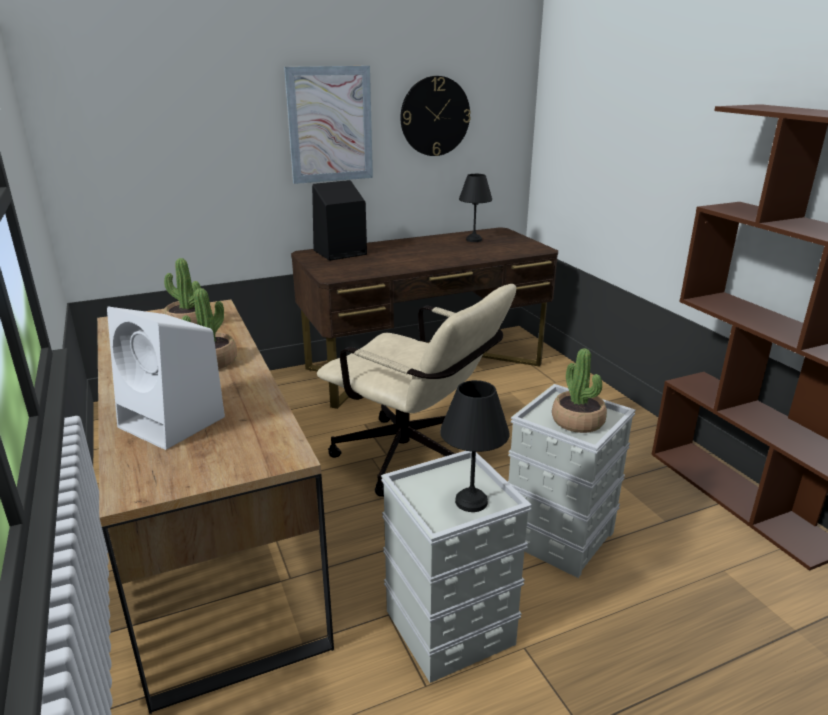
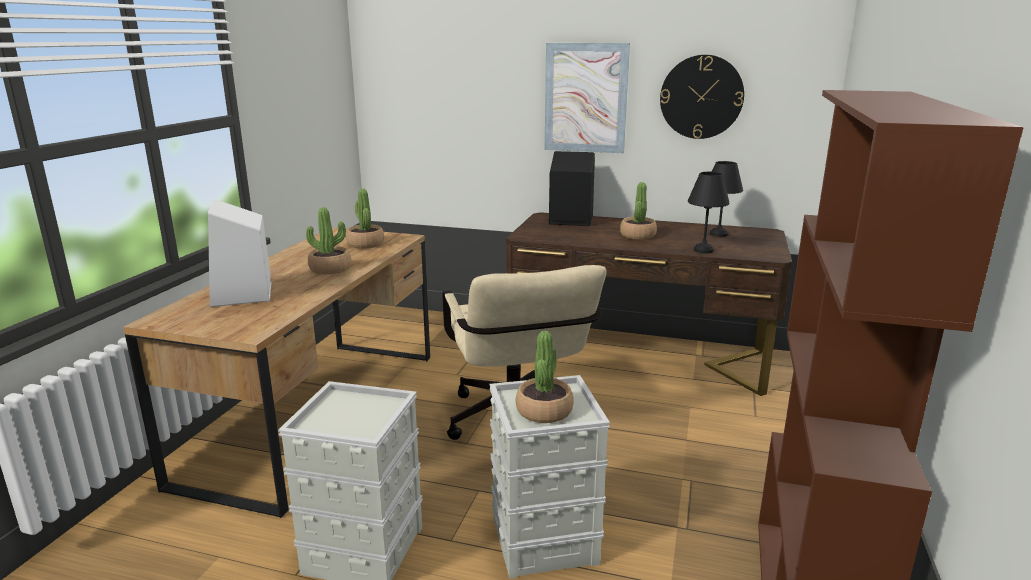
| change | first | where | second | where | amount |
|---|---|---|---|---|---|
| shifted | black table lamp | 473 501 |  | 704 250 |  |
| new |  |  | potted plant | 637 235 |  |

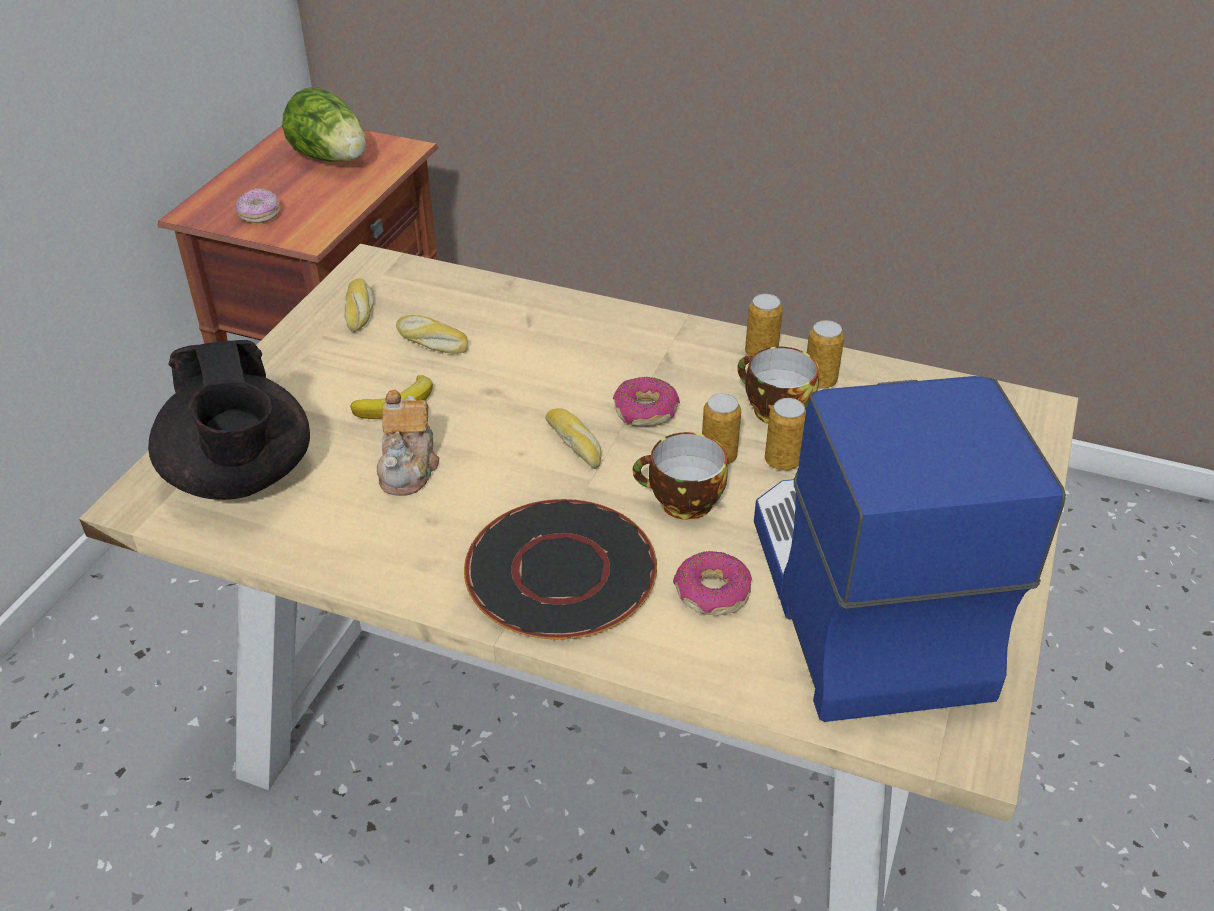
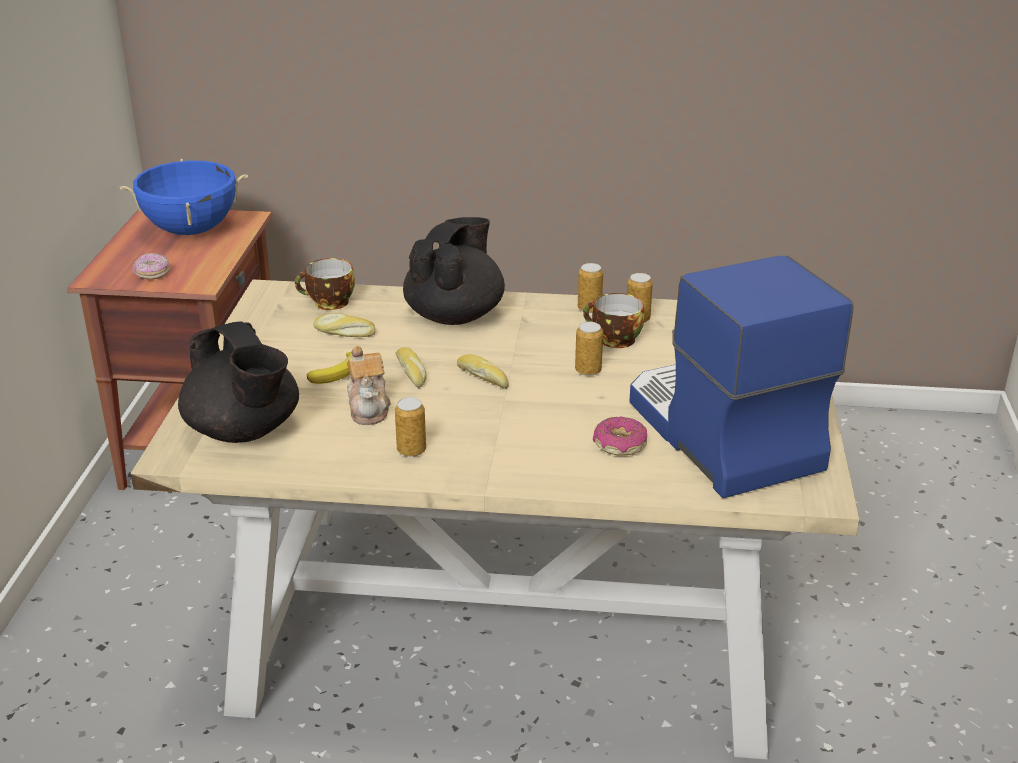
| change | first | where | second | where | amount |
|---|---|---|---|---|---|
| swapped | lettuce | 332 159 | blue cooking pot | 191 230 |  |
| shifted | bread | 360 311 |  | 412 373 |  |
| gone | donut | 646 411 |  |  |  |
| shifted | can | 782 461 |  | 411 450 |  |
| shifted | cup | 681 503 |  | 328 303 |  |
| gone | black plate | 561 570 |  |  |  |
| new |  |  | black teapot | 455 315 |  |

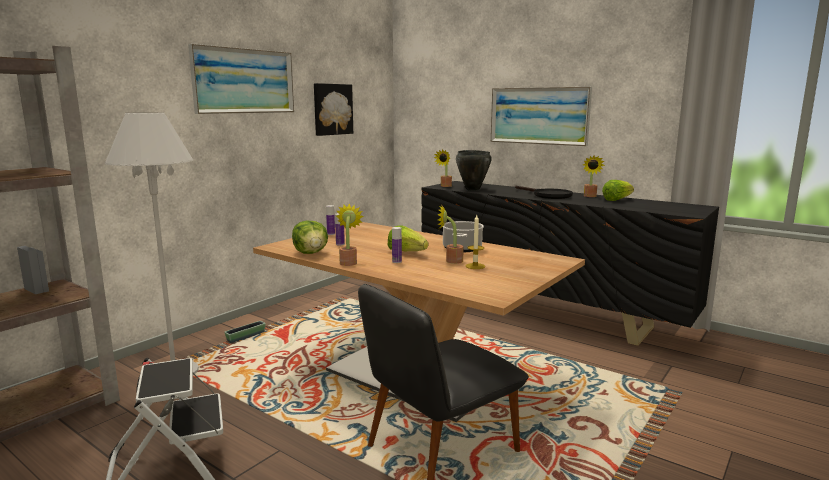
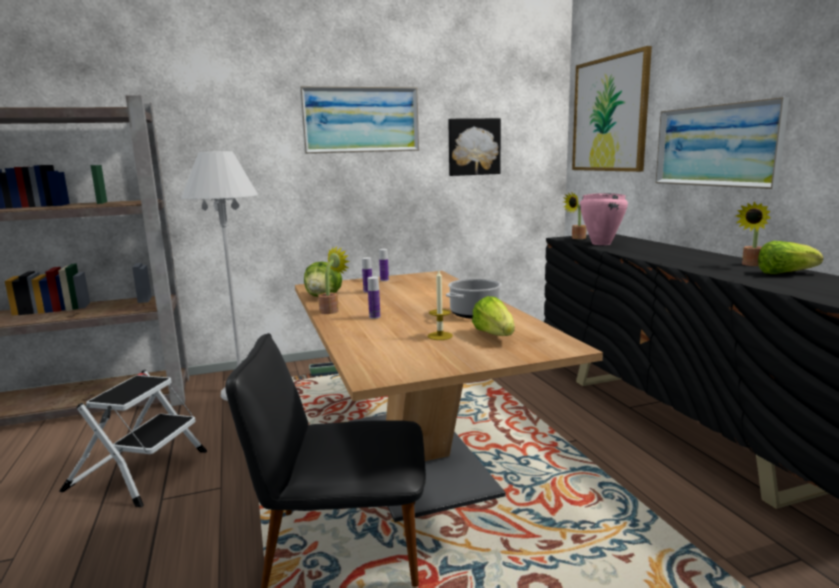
| change | first | where | second | where | amount |
|---|---|---|---|---|---|
| repainted | black cooking pot | 472 189 | pink cooking pot | 601 244 |  |
| gone | black frying pan | 547 195 |  |  |  |
| gone | potted plant | 450 261 |  |  |  |
| shifted | lettuce | 406 252 |  | 494 335 |  |
| new |  |  | picture | 609 115 |  |

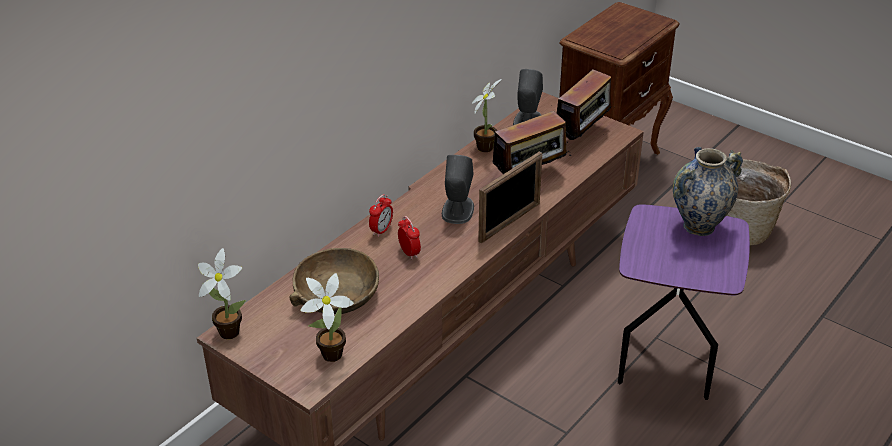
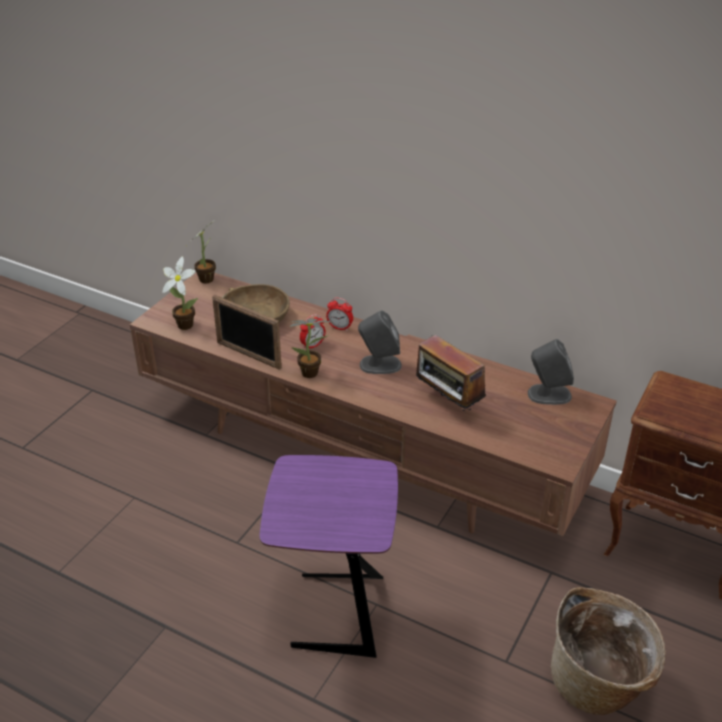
| change | first | where | second | where | amount |
|---|---|---|---|---|---|
| gone | radio | 582 136 |  |  |  |
| shifted | potted plant | 486 146 |  | 312 373 |  |
| gone | vase | 698 226 |  |  |  |
| shifted | picture frame | 510 222 |  | 248 355 |  |

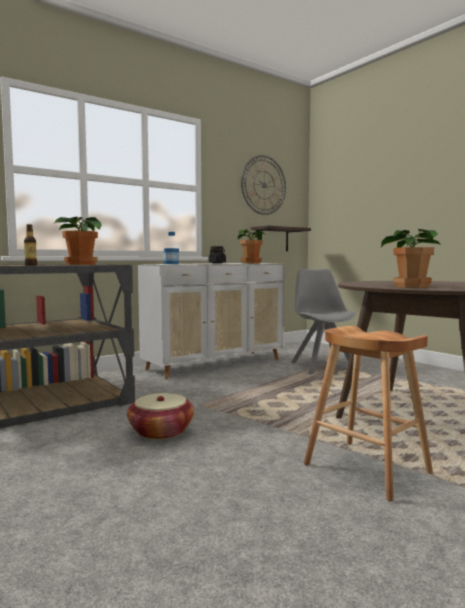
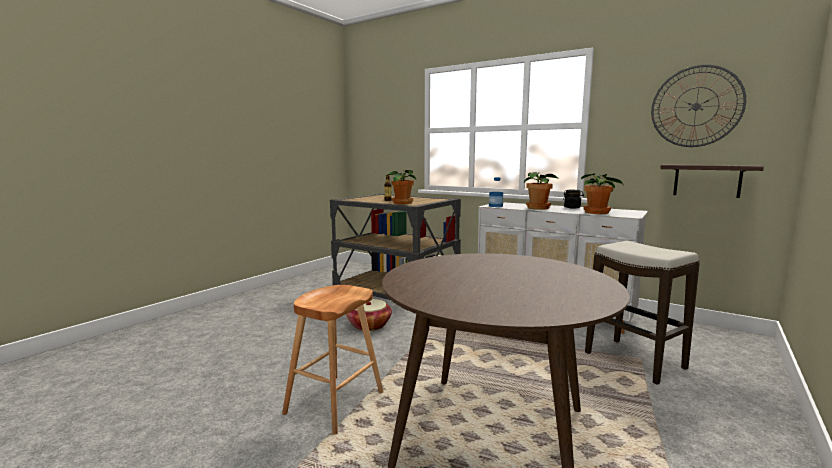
| change | first | where | second | where | amount |
|---|---|---|---|---|---|
| shifted | potted plant | 411 286 |  | 538 208 |  |
| swapped | grey chair | 323 366 | stool | 634 361 |  |

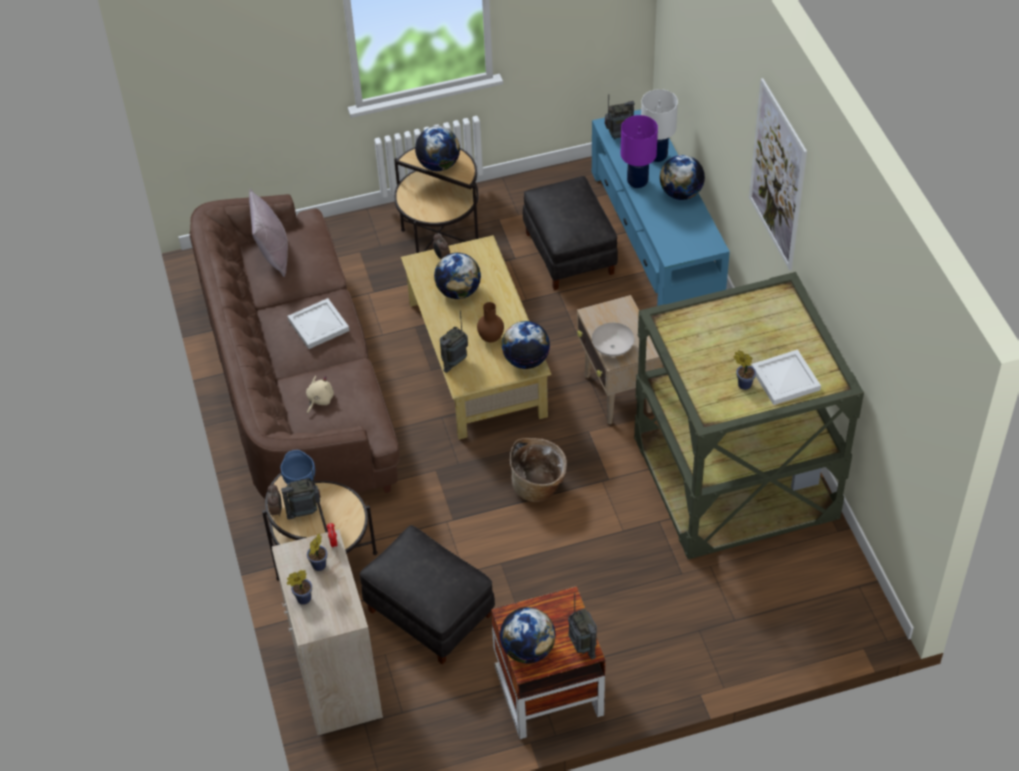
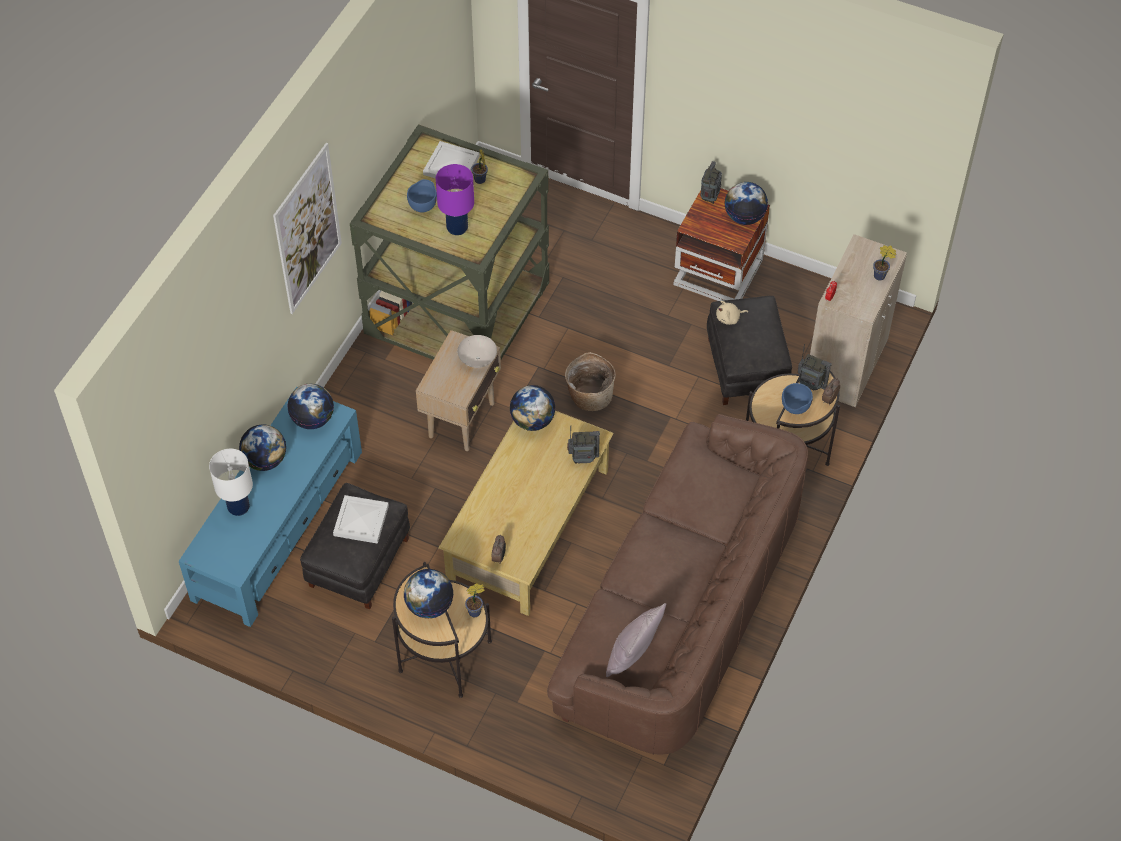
| change | first | where | second | where | amount |
|---|---|---|---|---|---|
| gone | radio | 619 135 |  |  |  |
| shifted | purple table lamp | 637 182 |  | 457 229 |  |
| shifted | globe | 458 292 |  | 313 419 |  |
| shifted | white tray | 319 324 |  | 360 521 |  |
| gone | brown vase | 491 339 |  |  |  |
| shifted | beige plush toy | 319 400 |  | 729 318 |  |
| shifted | potted plant | 318 567 |  | 476 611 |  |
| new |  |  | blue bowl | 423 206 |  |

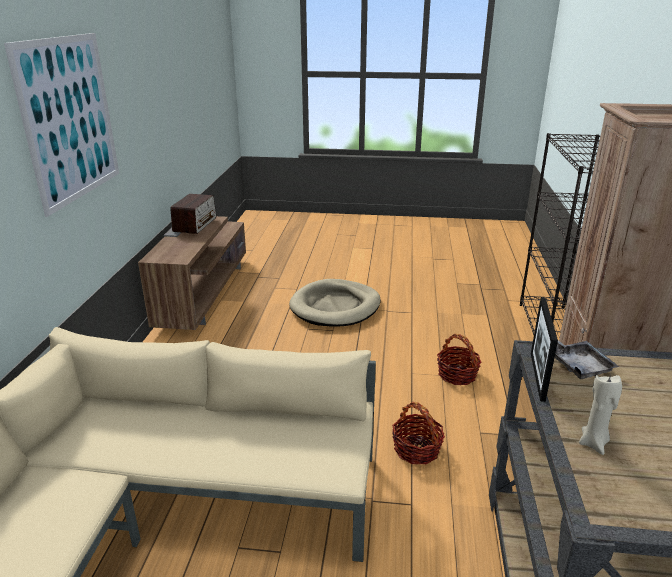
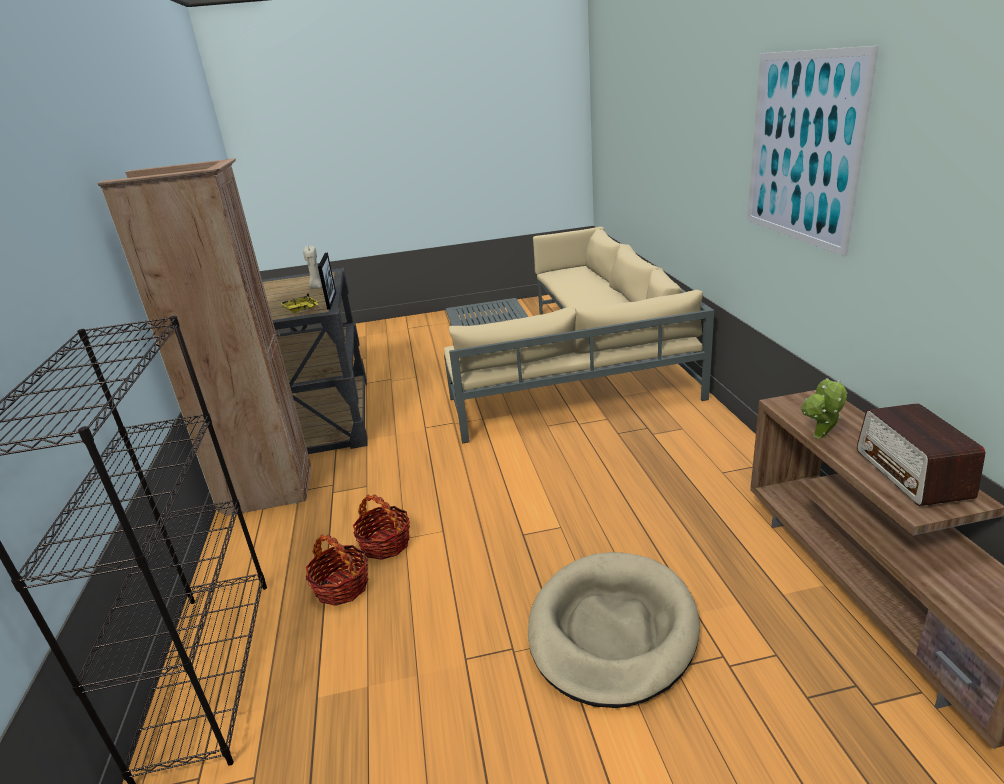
| change | first | where | second | where | amount |
|---|---|---|---|---|---|
| repainted | grey tray | 578 365 | yellow tray | 301 310 |  |
| shifted | basket | 416 449 |  | 341 587 |  |
| new |  |  | potted plant | 820 438 |  |

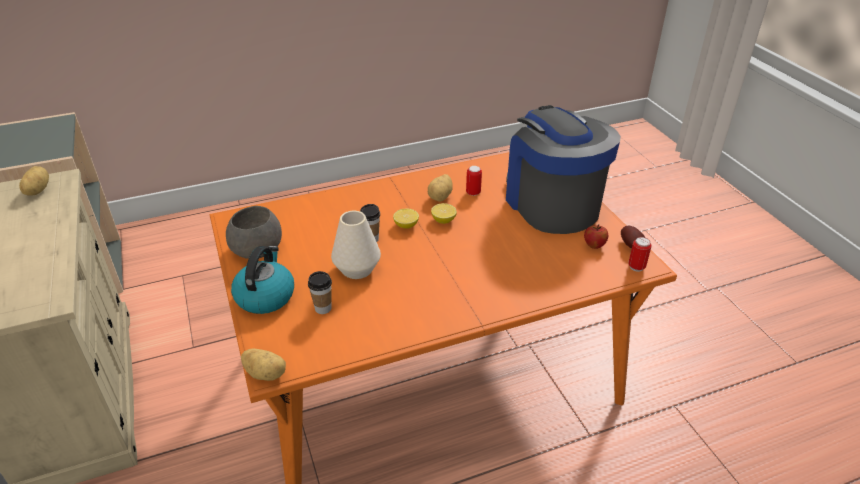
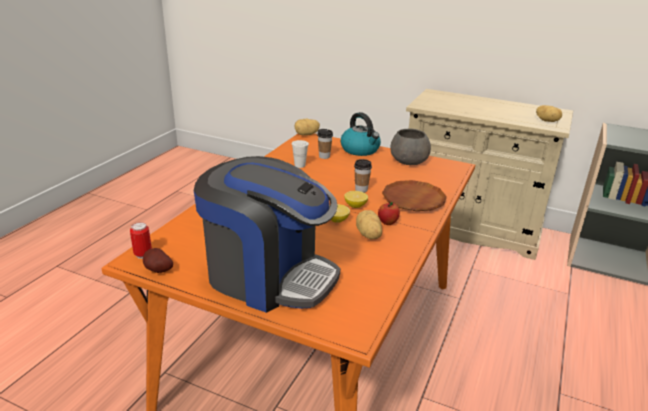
| change | first | where | second | where | amount |
|---|---|---|---|---|---|
| gone | can | 473 192 |  |  |  |
| gone | white vase | 357 269 |  |  |  |
| shifted | apple | 594 245 |  | 387 222 |  |
| new |  |  | white cup | 299 165 |  |
| new |  |  | brown plate | 413 200 |  |

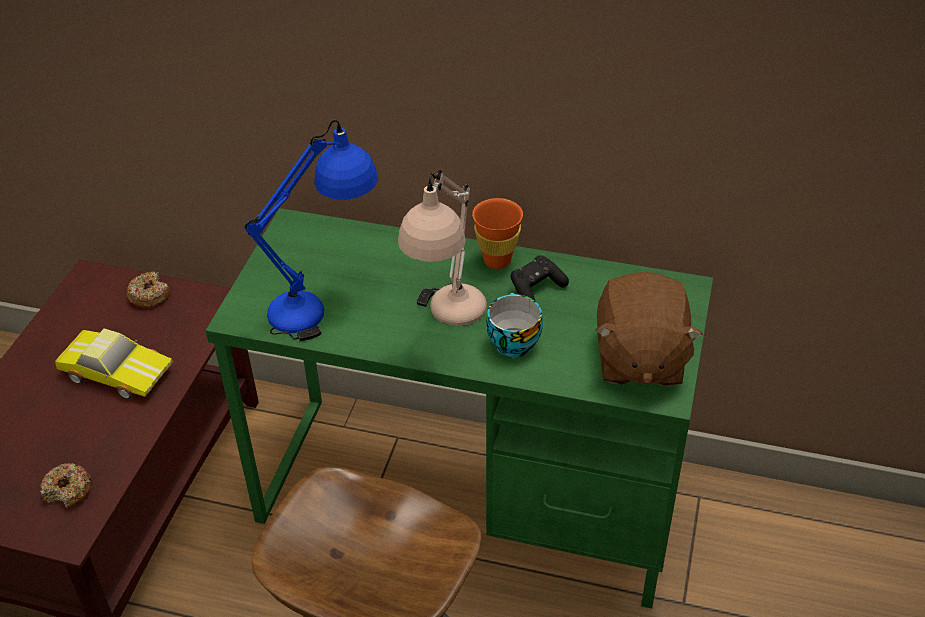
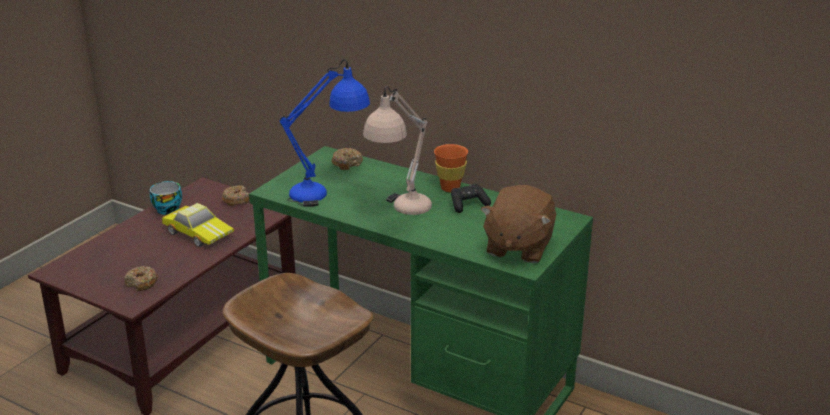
| change | first | where | second | where | amount |
|---|---|---|---|---|---|
| shifted | cup | 512 341 |  | 167 208 |  |
| new |  |  | donut | 347 163 |  |

